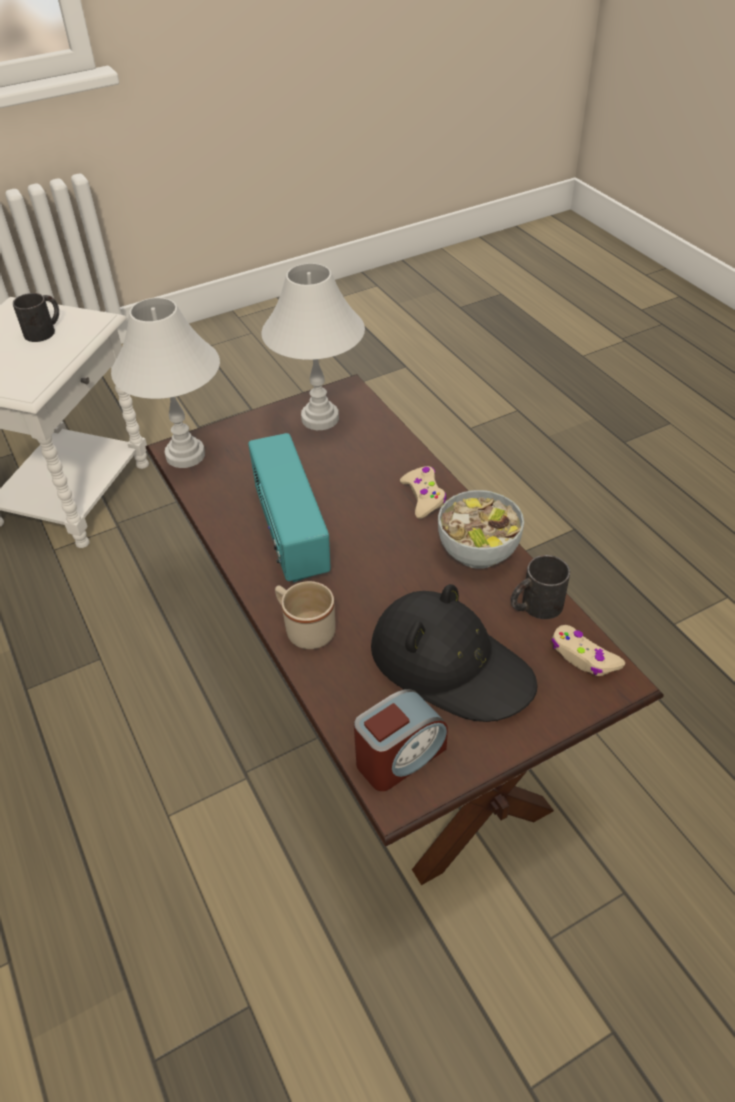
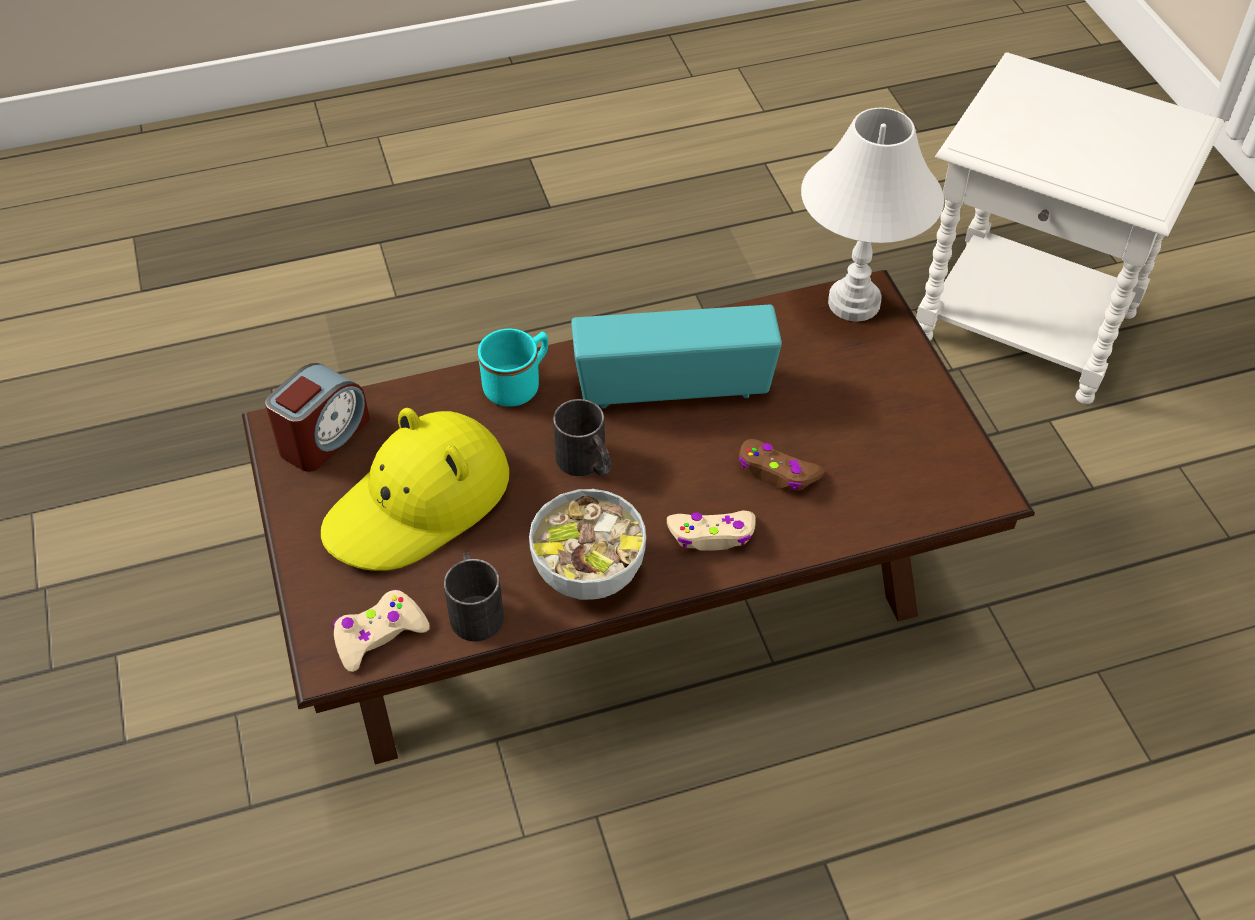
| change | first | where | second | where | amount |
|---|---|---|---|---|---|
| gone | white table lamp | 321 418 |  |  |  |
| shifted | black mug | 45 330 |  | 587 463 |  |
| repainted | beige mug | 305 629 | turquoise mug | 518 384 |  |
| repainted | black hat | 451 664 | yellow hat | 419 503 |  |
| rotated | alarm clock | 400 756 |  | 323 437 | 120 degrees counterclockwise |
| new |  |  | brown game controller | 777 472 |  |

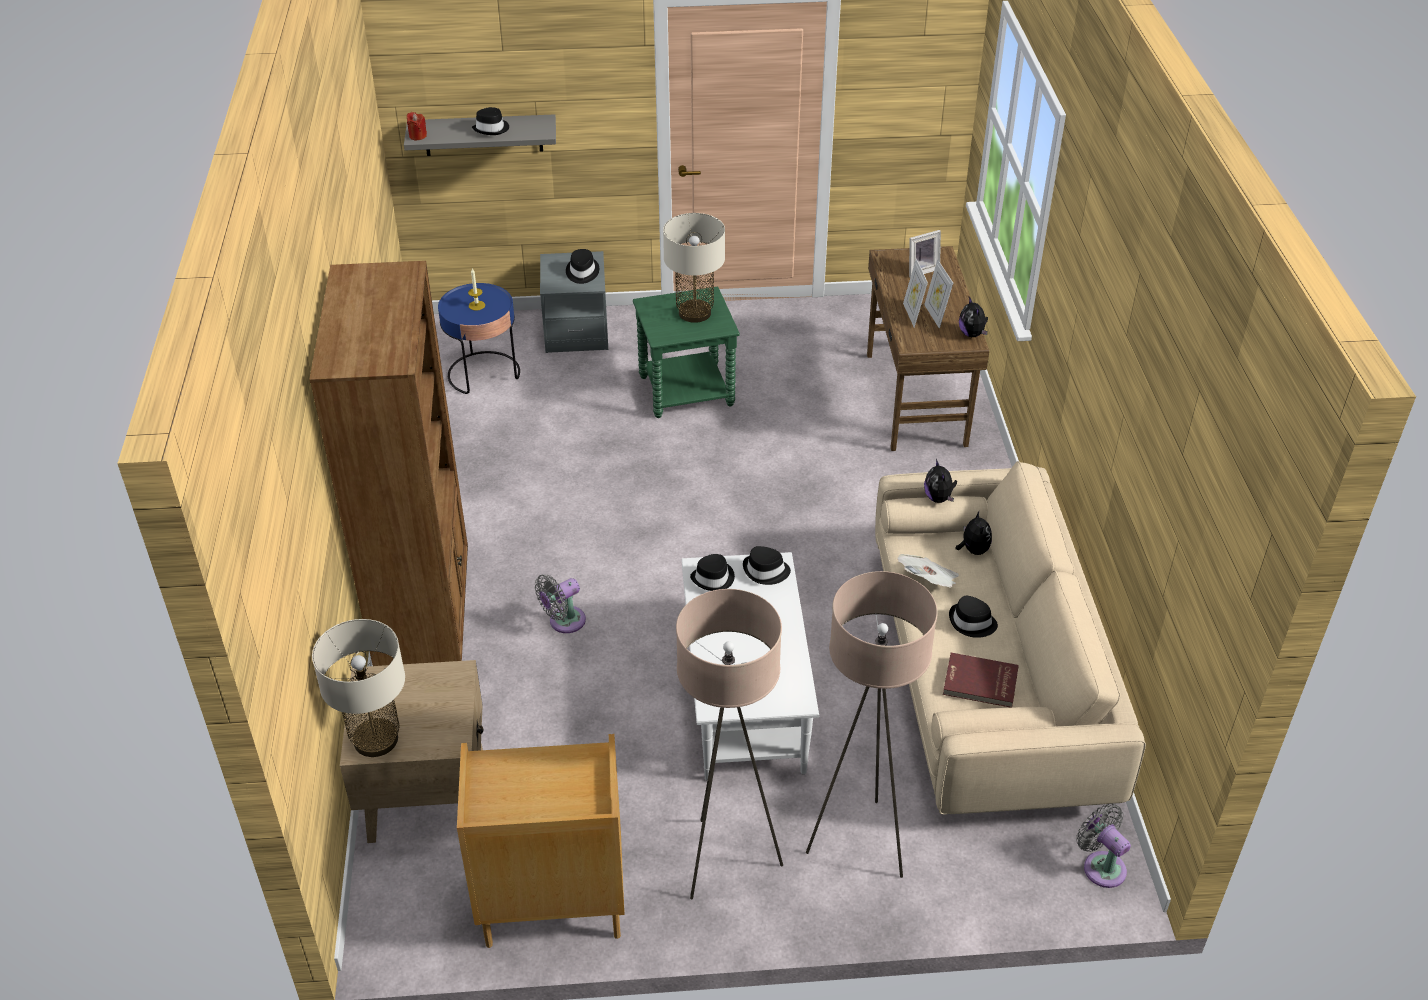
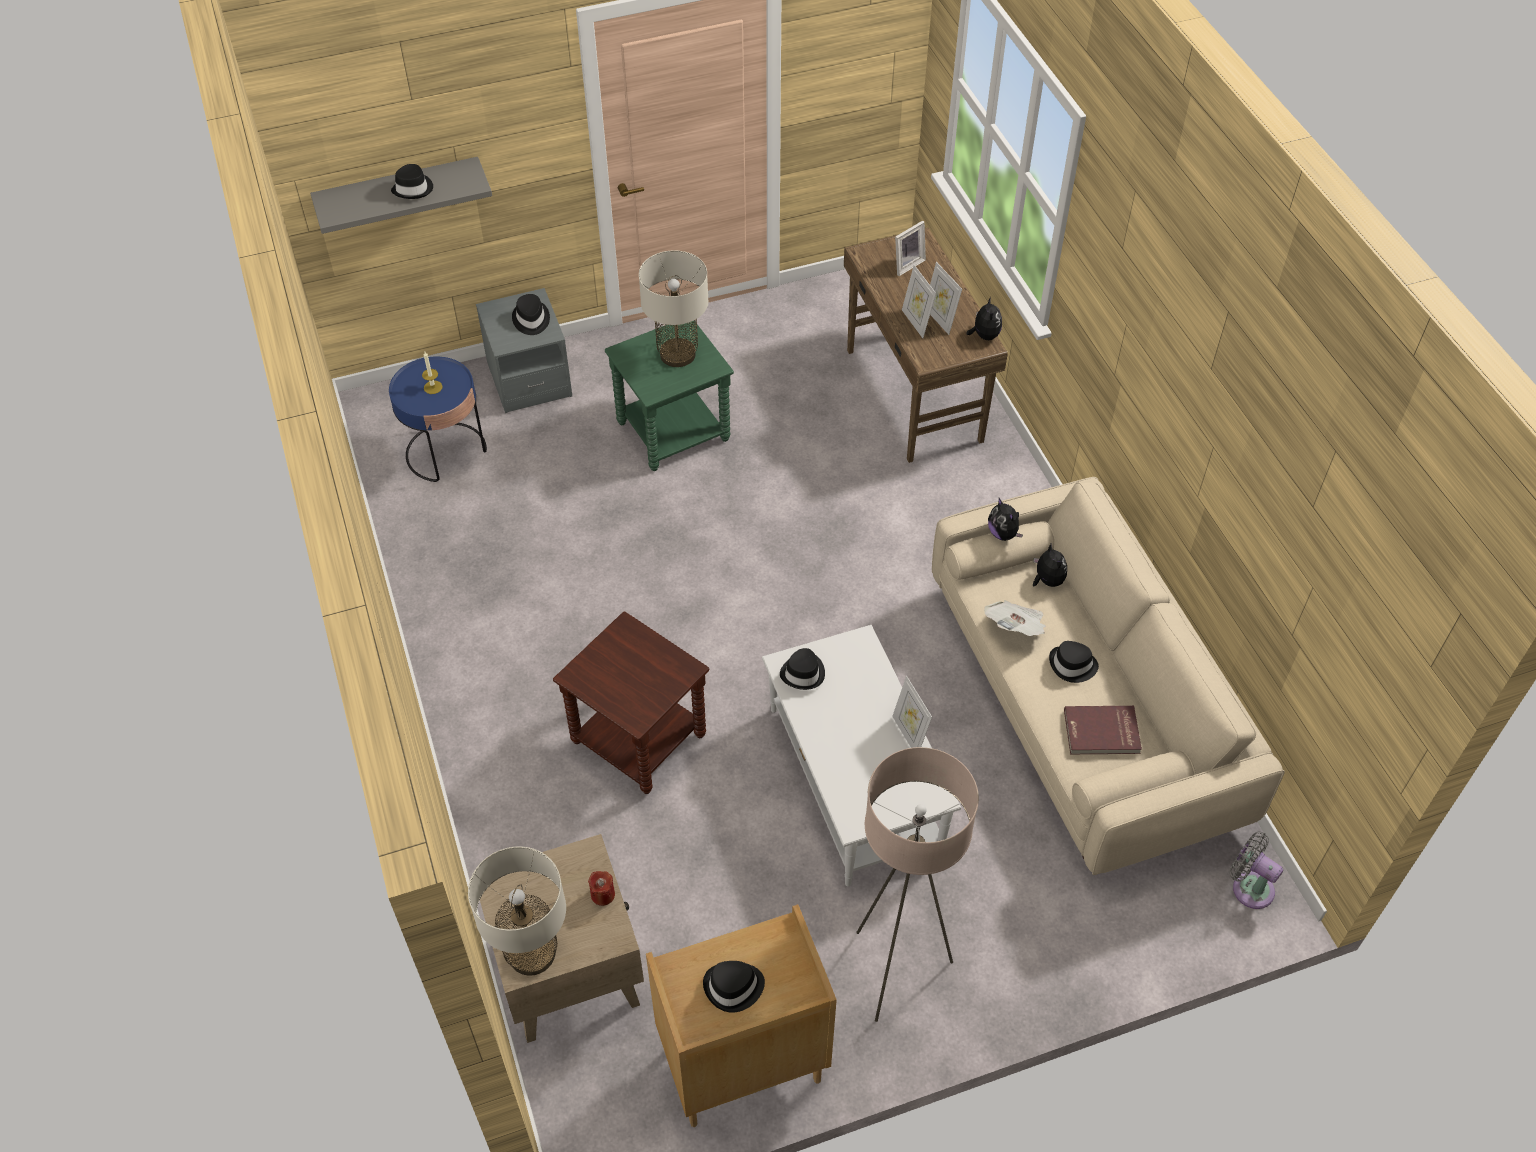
| change | first | where | second | where | amount |
|---|---|---|---|---|---|
| shifted | red candle | 417 136 |  | 602 894 |  |
| gone | brown bookcase | 426 619 |  |  |  |
| rotated | plush toy | 972 334 |  | 984 335 | 150 degrees counterclockwise |
| shifted | black hat | 766 571 |  | 733 987 |  |
| gone | beige floor lamp | 860 843 |  |  |  |
| swapped | grey fan | 563 622 | brown side table | 640 738 |  |
| new |  |  | picture frame | 909 734 |  |

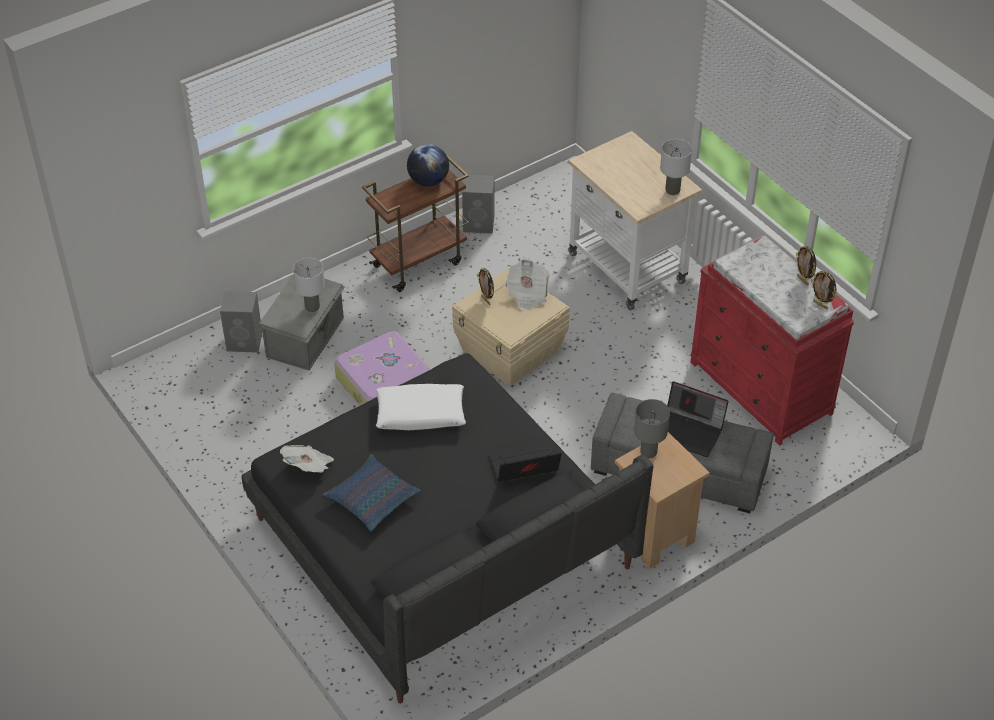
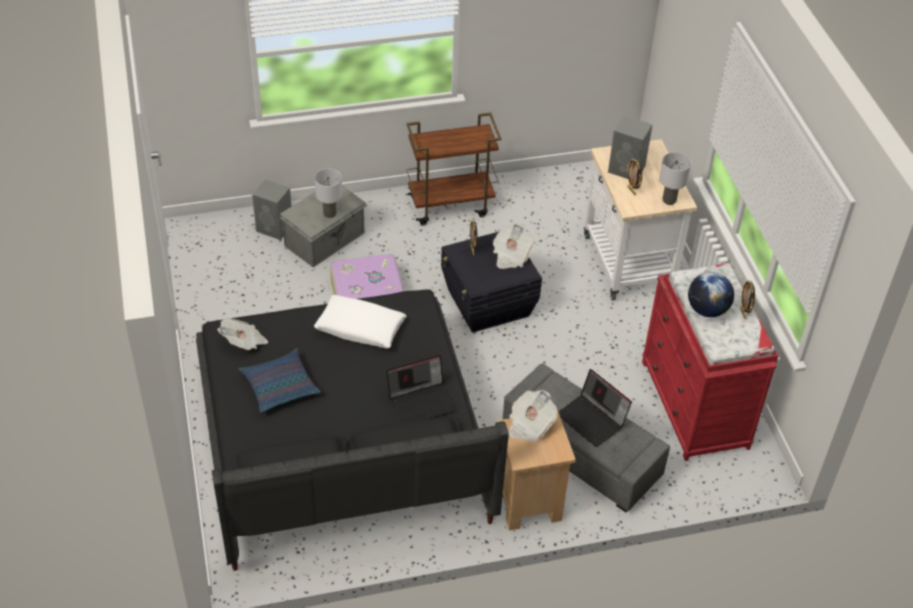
| change | first | where | second | where | amount |
|---|---|---|---|---|---|
| shifted | globe | 428 181 |  | 707 310 |  |
| shifted | grey speaker | 479 224 |  | 627 169 |  |
| repainted | beige storage box | 510 352 | black storage box | 488 304 |  |
| shifted | picture frame | 821 305 |  | 632 191 |  |
| swapped | grey table lamp | 648 454 | newspaper | 529 425 |  |
| rotated | laptop | 523 467 |  | 422 402 | 150 degrees clockwise |

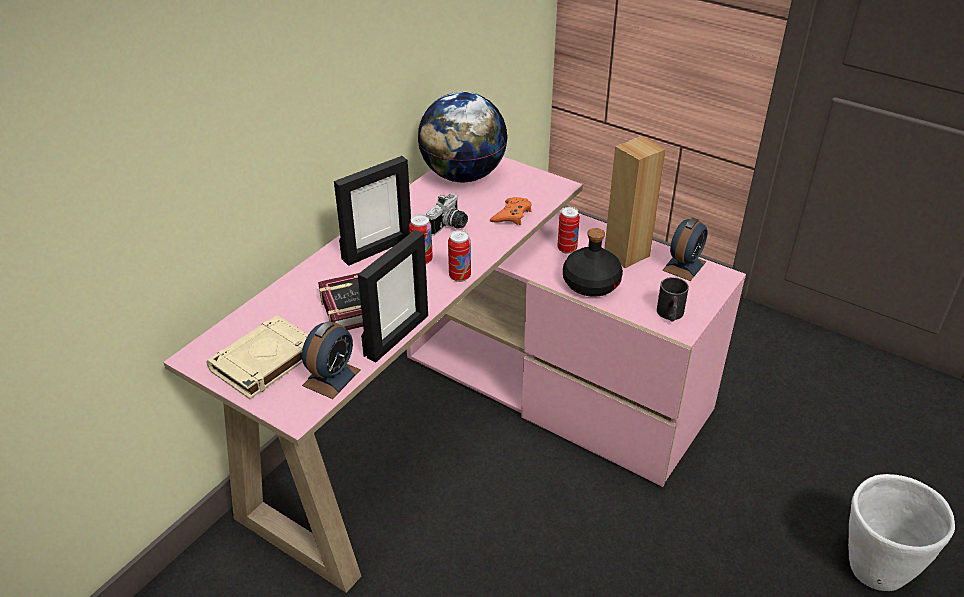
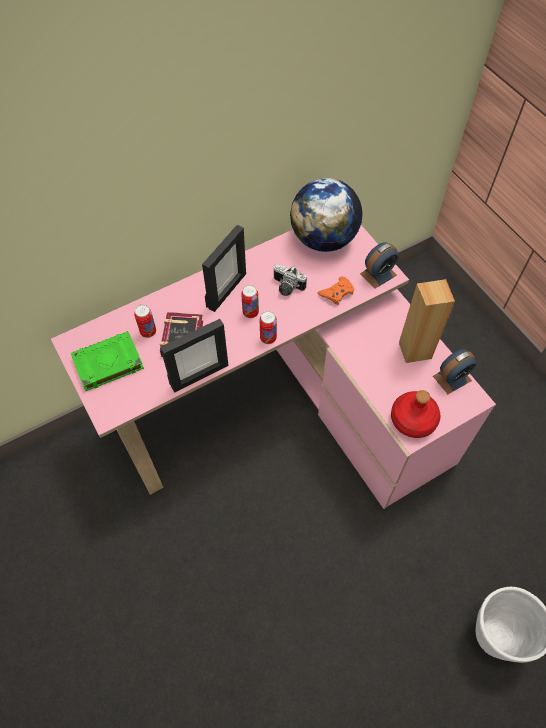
| change | first | where | second | where | amount |
|---|---|---|---|---|---|
| rotated | picture frame | 377 248 |  | 226 290 | 45 degrees counterclockwise |
| rotated | photo camera | 449 226 |  | 286 287 | 60 degrees clockwise |
| shifted | can | 567 249 |  | 148 332 |  |
| gone | black bottle | 590 283 |  |  |  |
| swapped | black mug | 670 315 | red bottle | 412 420 |  |
| repainted | beige book | 263 362 | green book | 107 363 |  |
| shifted | alarm clock | 331 377 |  | 378 274 |  |

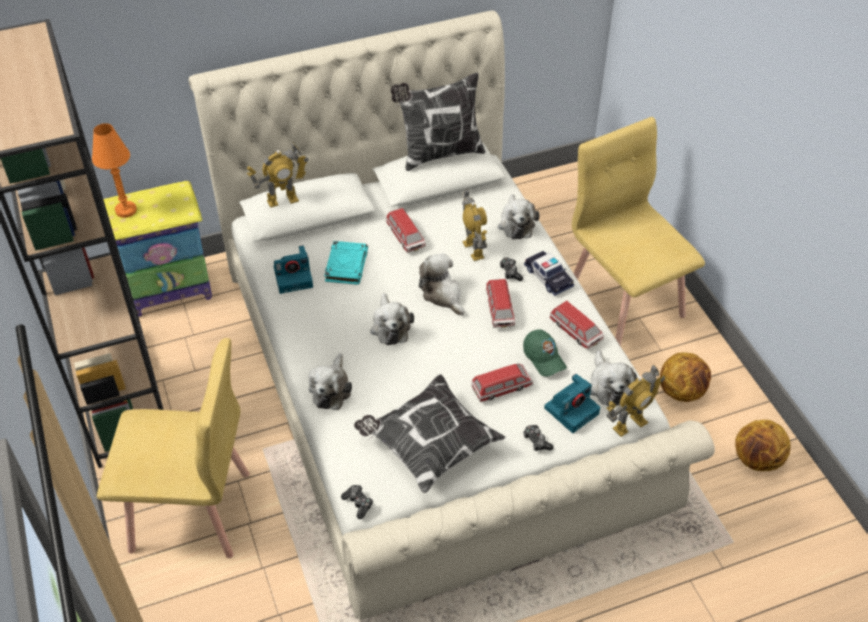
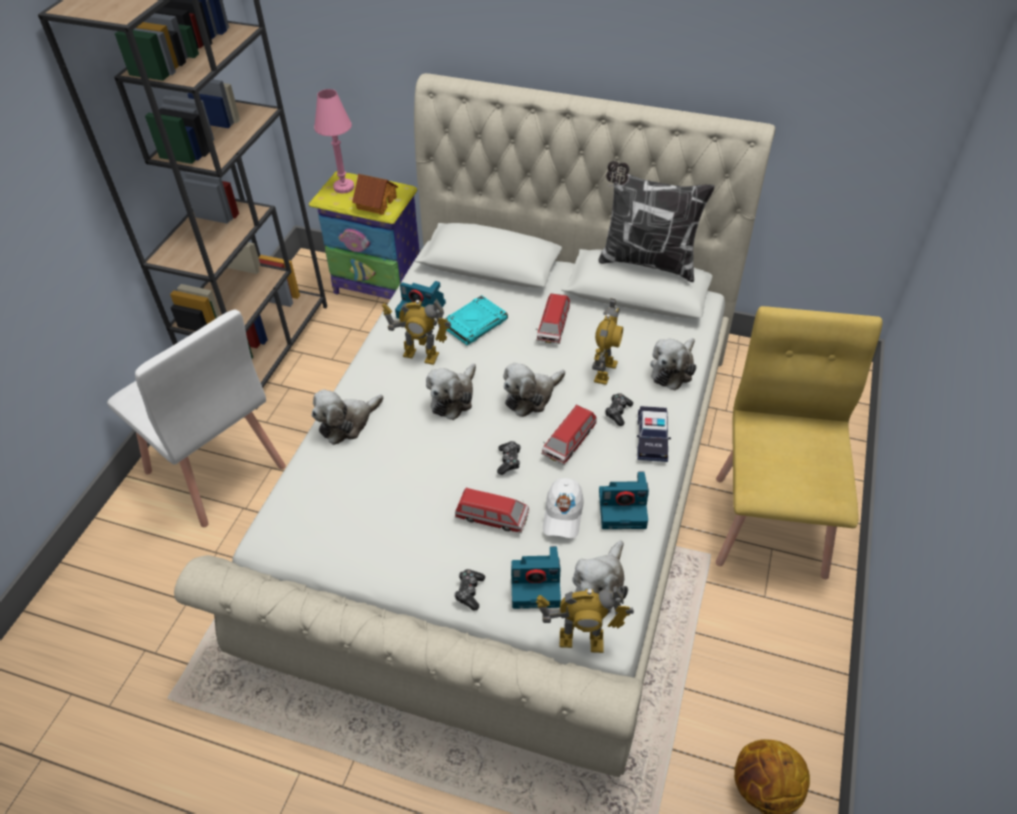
| change | first | where | second | where | amount |
|---|---|---|---|---|---|
| repainted | orange table lamp | 126 210 | pink table lamp | 343 187 |  |
| shifted | toy robot | 282 200 |  | 421 355 |  |
| rotated | plush toy | 442 295 |  | 531 397 | 135 degrees counterclockwise |
| swapped | toy car | 575 331 | photo camera | 623 508 |  |
| repainted | green cap | 543 358 | white cap | 563 514 |  |
| repainted | yellow chair | 191 512 | white chair | 215 470 |  |
| gone | basketball | 682 392 |  |  |  |
| gone | pillow | 428 446 |  |  |  |
| shifted | game controller | 358 503 |  | 509 461 |  |
| new |  |  | toy house | 376 202 |  |

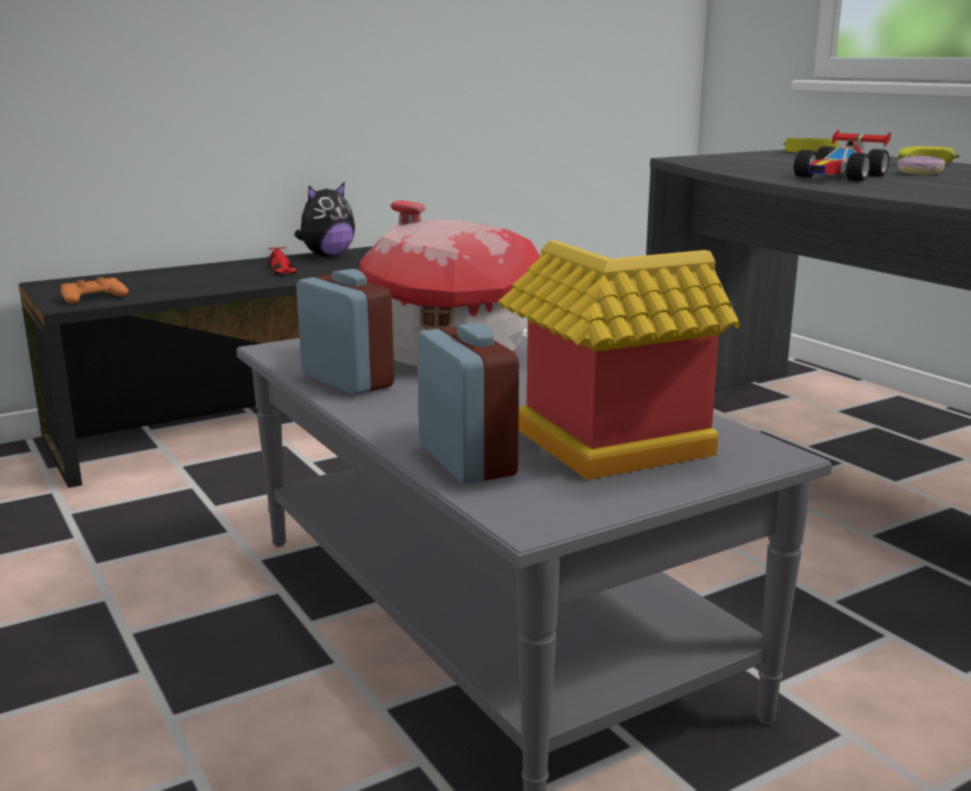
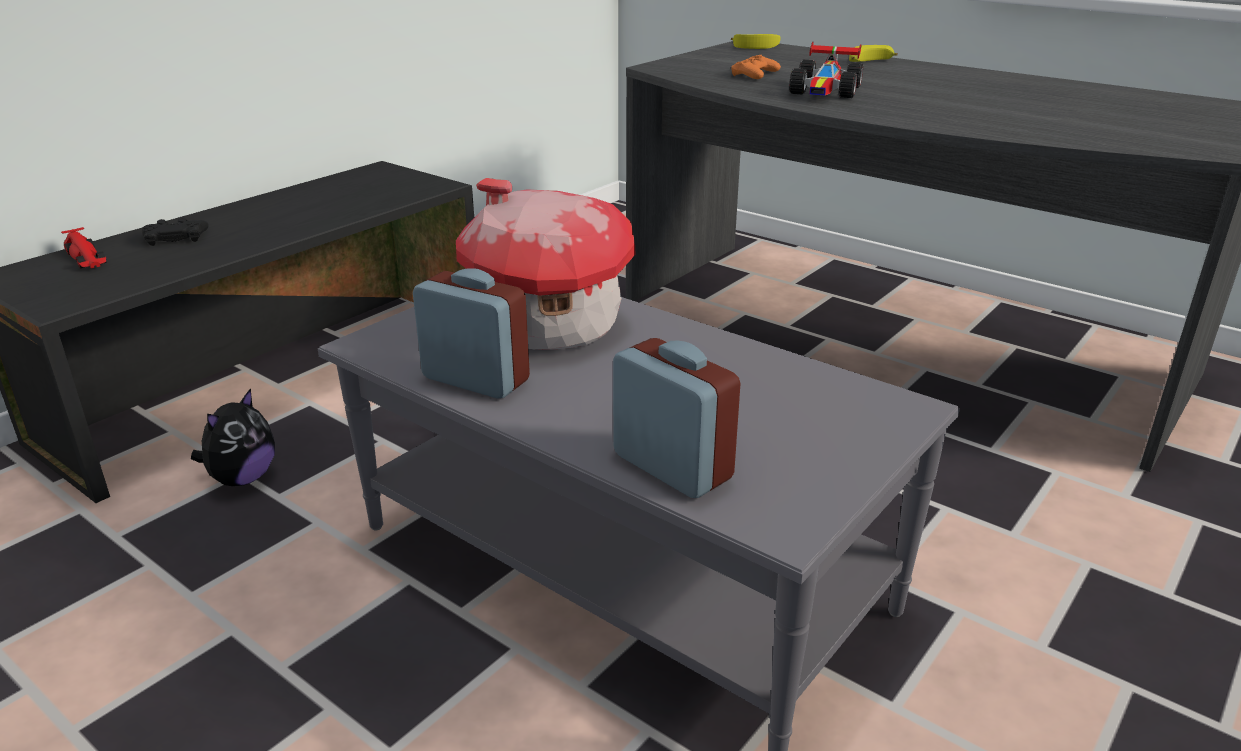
| change | first | where | second | where | amount |
|---|---|---|---|---|---|
| gone | donut | 919 173 |  |  |  |
| shifted | plush toy | 327 256 |  | 242 478 |  |
| gone | toy house | 601 449 |  |  |  |
| shifted | red toy car | 282 269 |  | 86 258 |  |
| shifted | orange game controller | 93 298 |  | 755 74 |  |
| new |  |  | black game controller | 176 237 |  |

